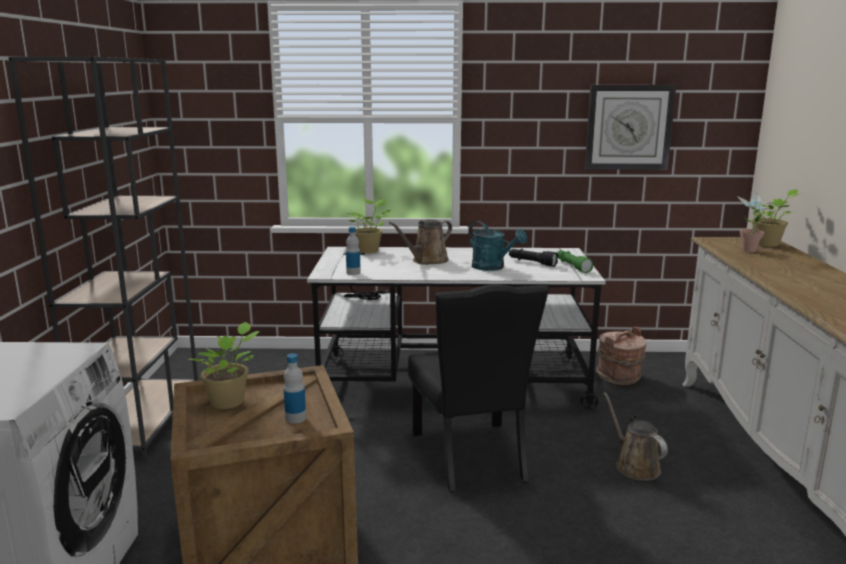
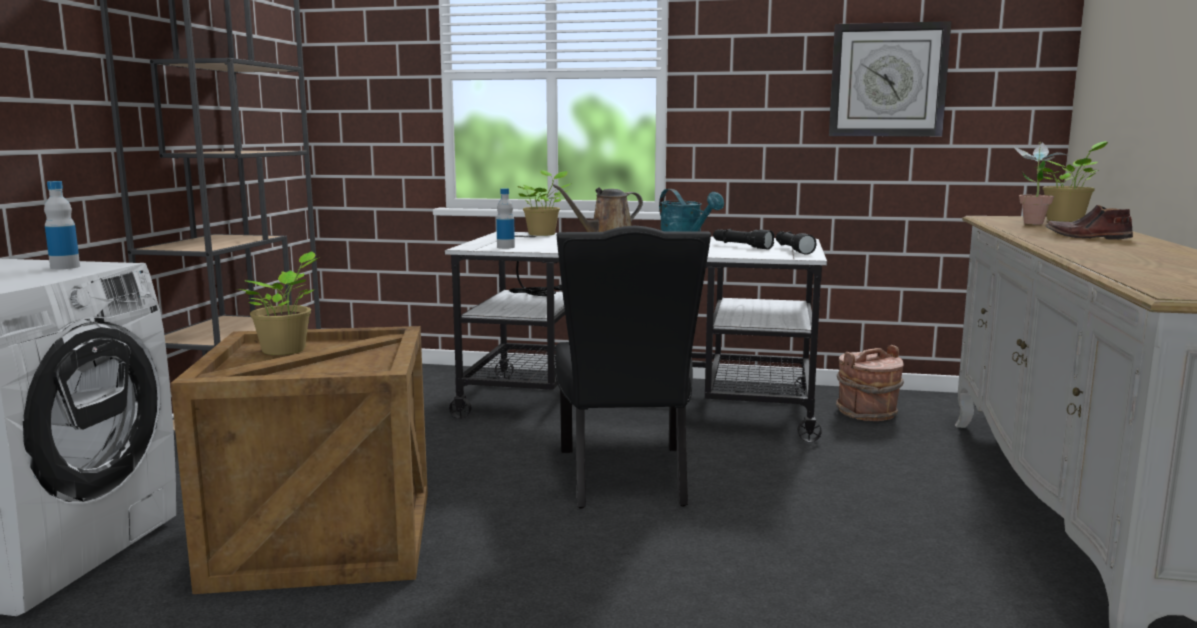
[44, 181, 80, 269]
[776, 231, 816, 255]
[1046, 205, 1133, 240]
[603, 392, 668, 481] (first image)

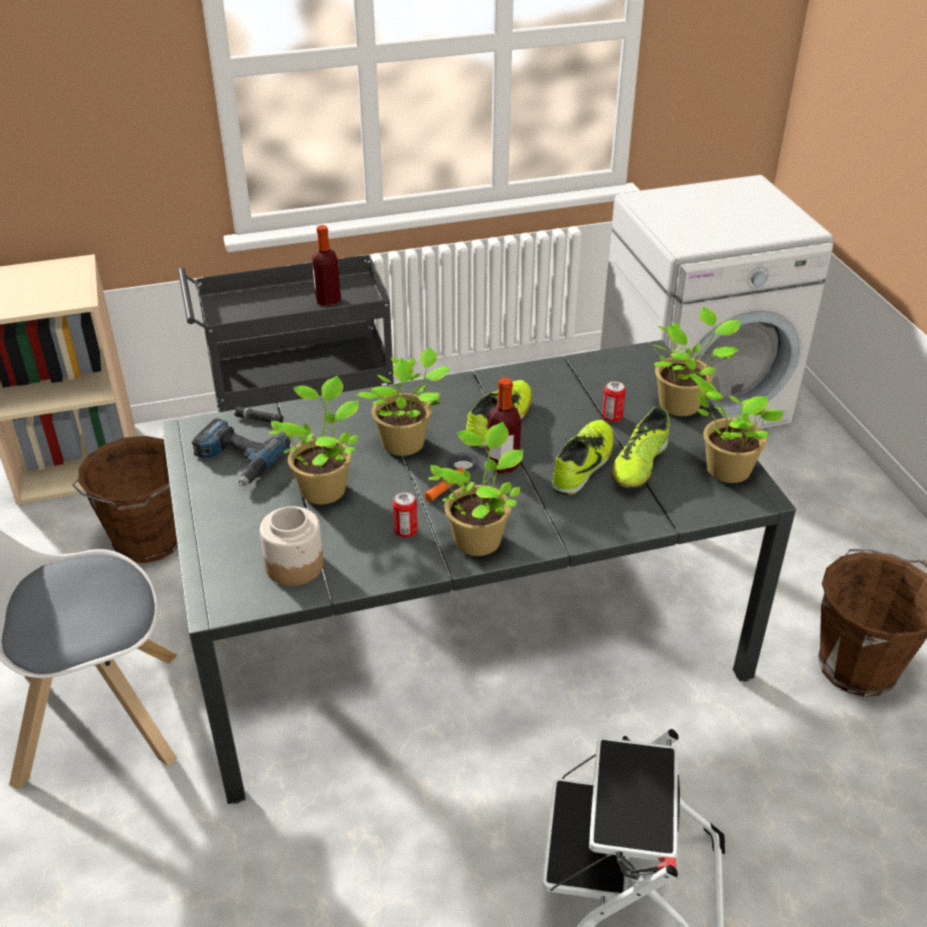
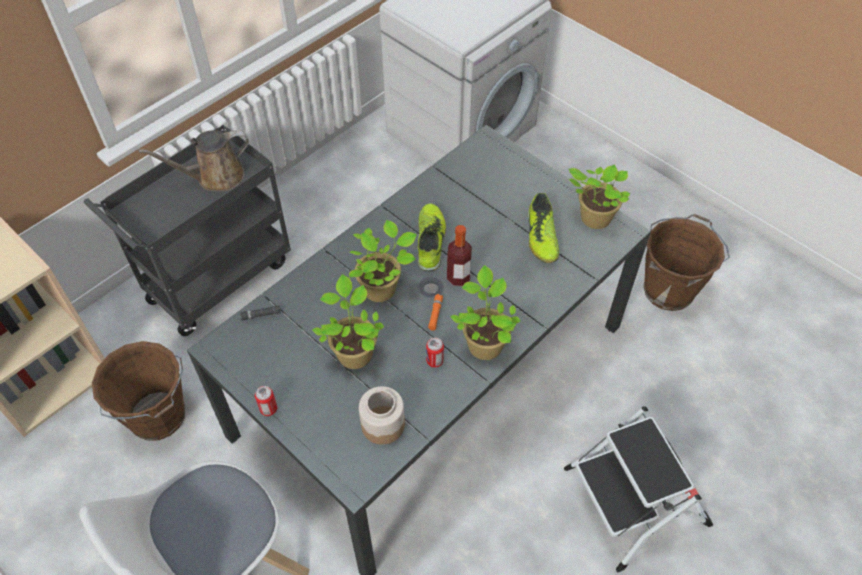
[139, 130, 249, 191]
[255, 386, 277, 416]
[191, 418, 290, 486] (first image)
[552, 420, 614, 495] (first image)
[653, 307, 742, 416] (first image)

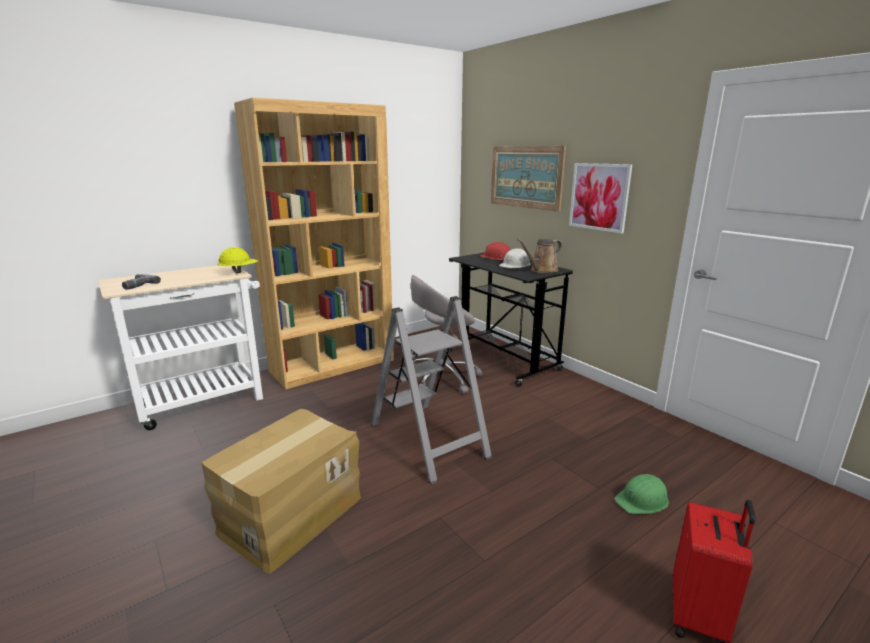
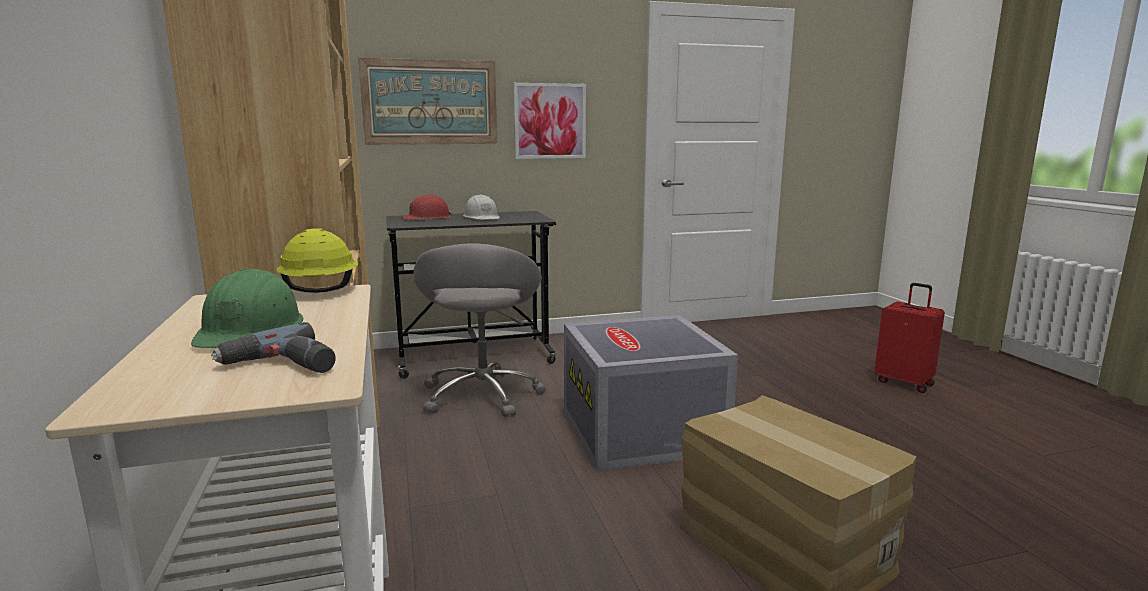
[191, 269, 304, 348]
[564, 315, 738, 471]
[517, 239, 562, 273] (first image)

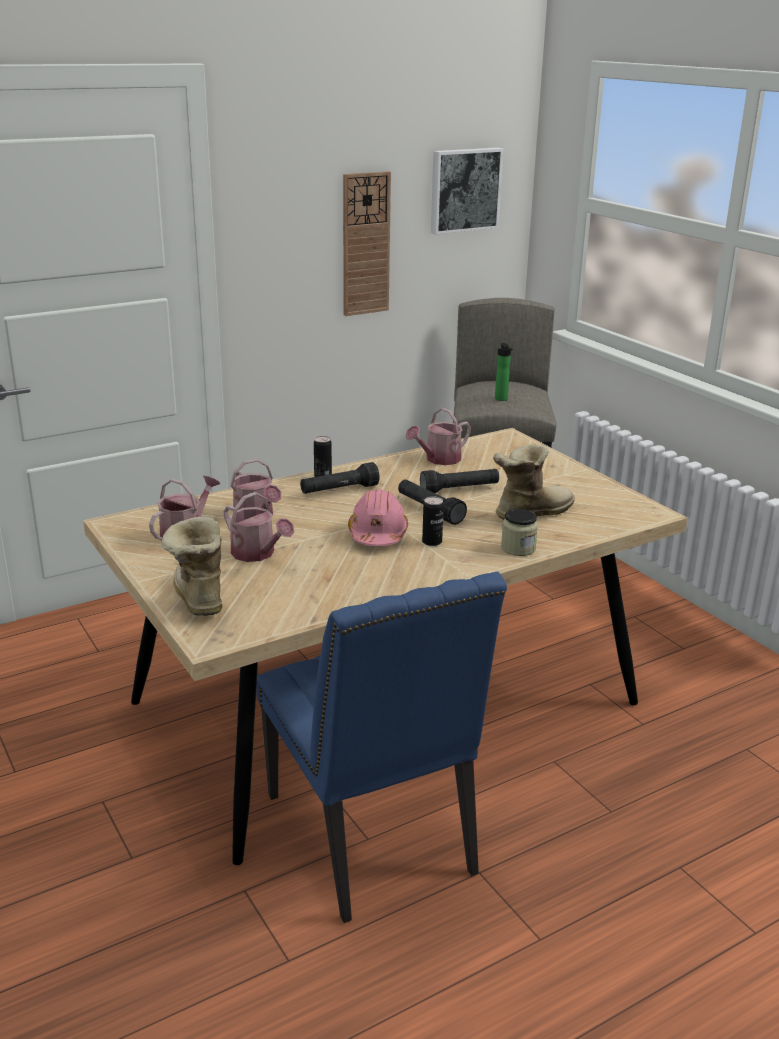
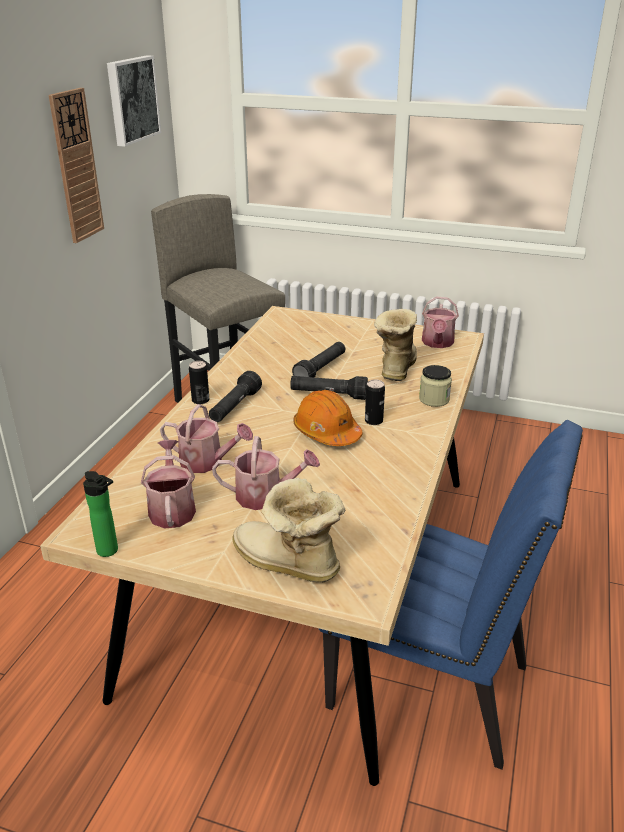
[83, 471, 118, 557]
[293, 390, 363, 446]
[422, 297, 459, 348]

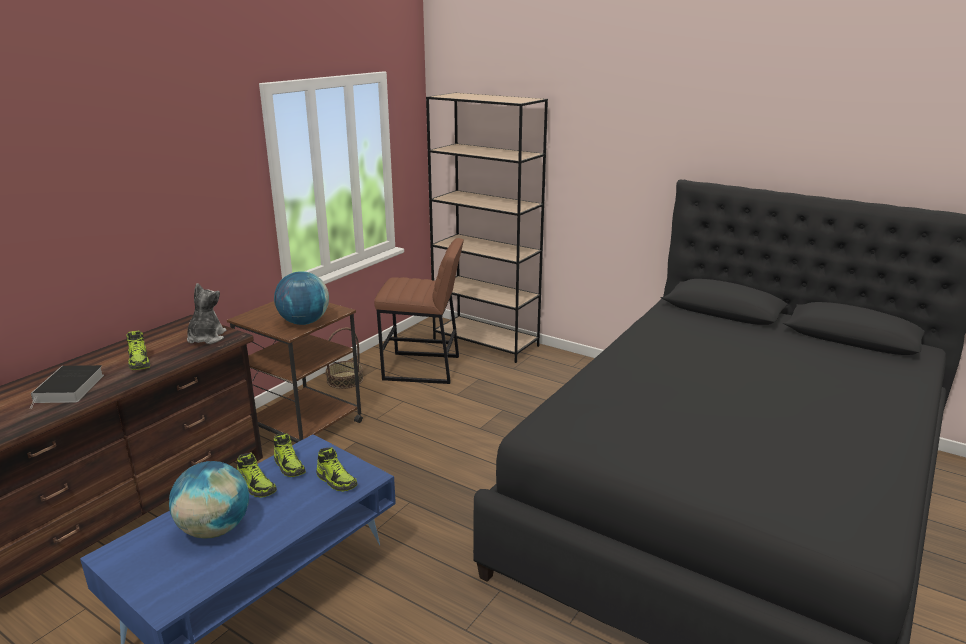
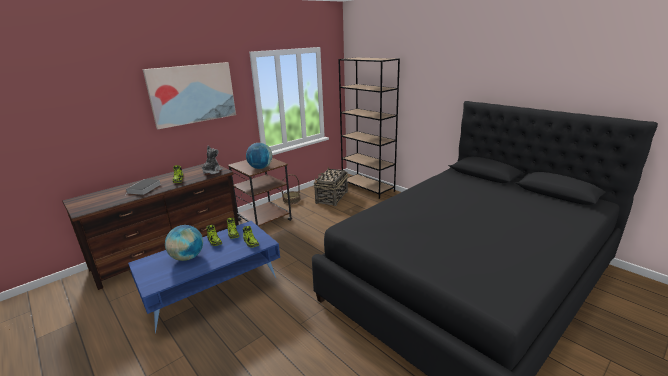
[143, 62, 236, 129]
[314, 167, 348, 206]

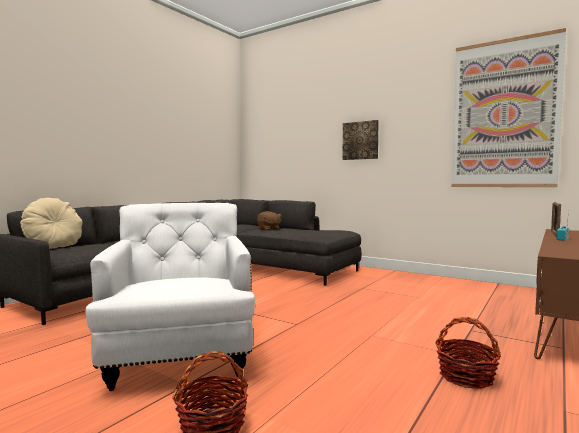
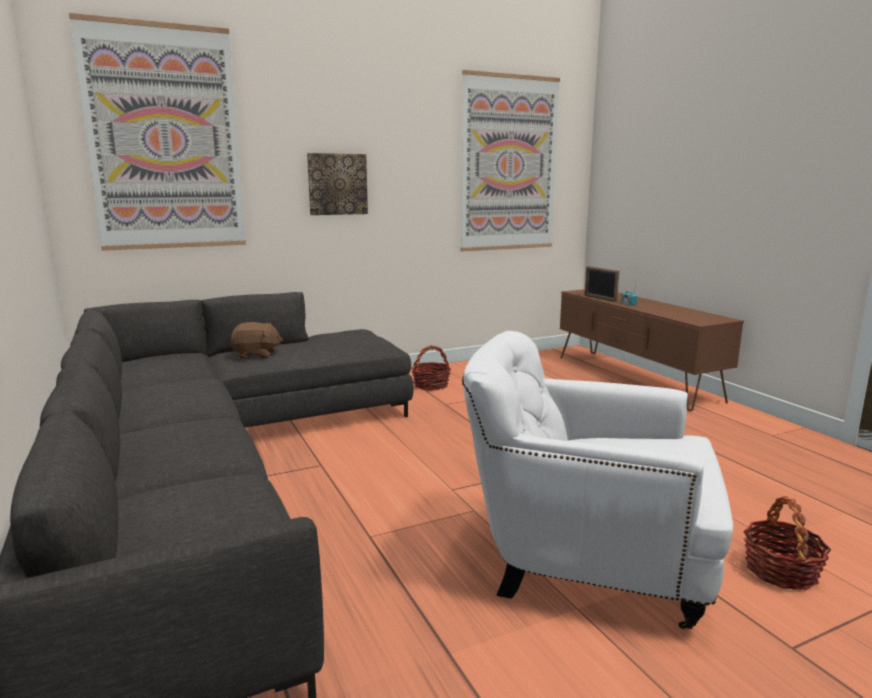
[69, 13, 246, 251]
[412, 345, 451, 391]
[20, 198, 83, 249] (first image)

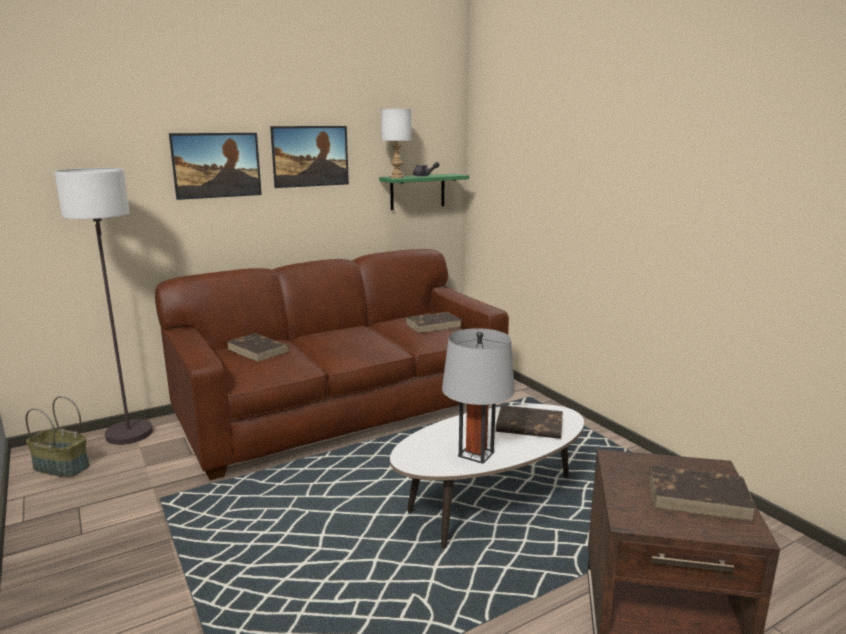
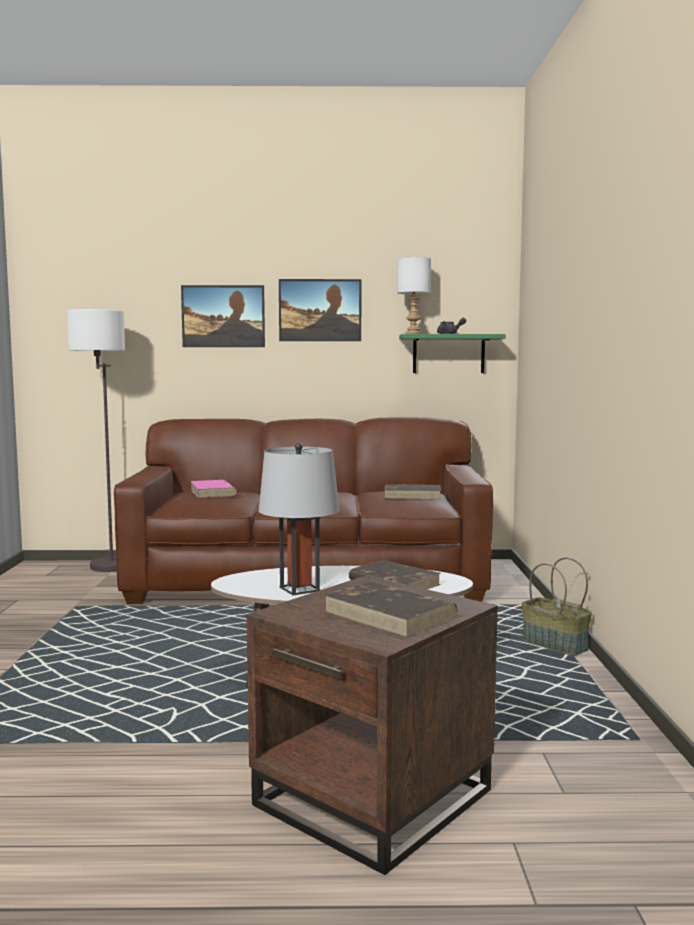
[190, 480, 237, 498]
[522, 557, 592, 656]

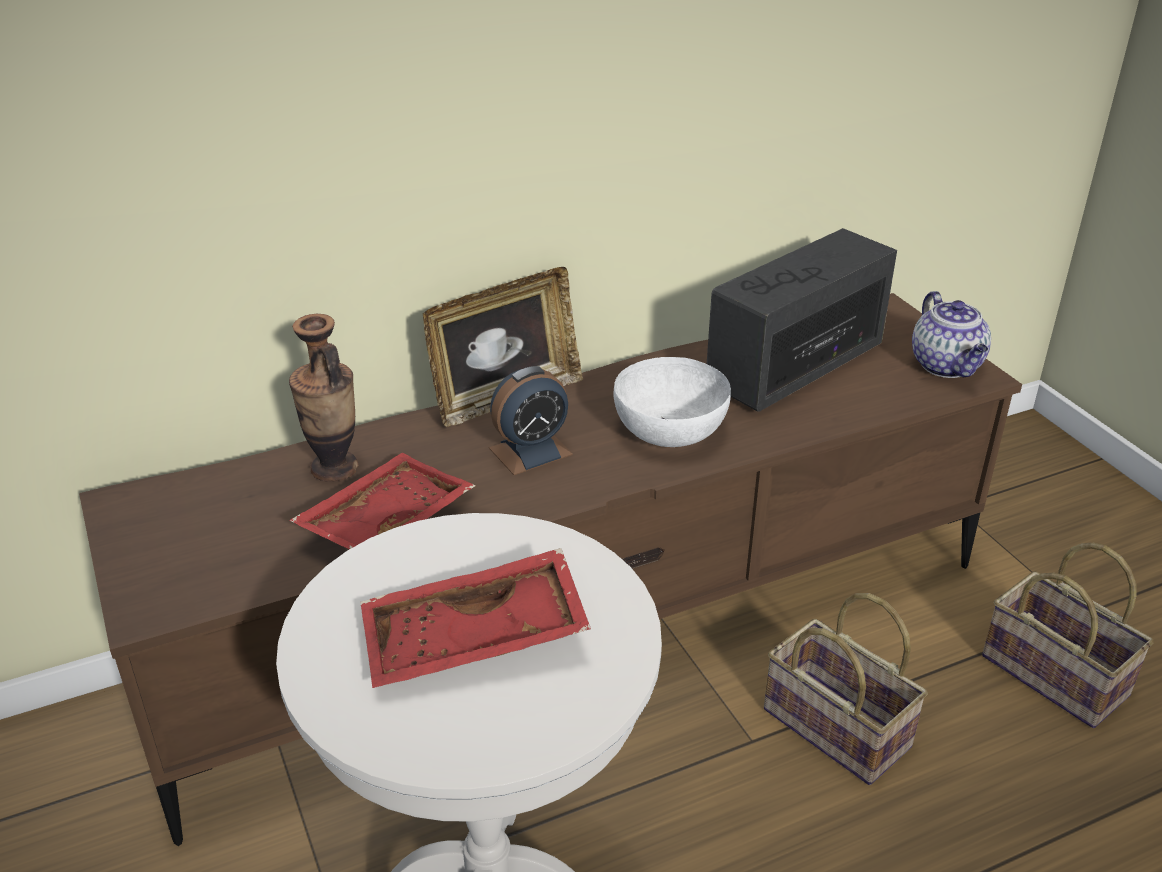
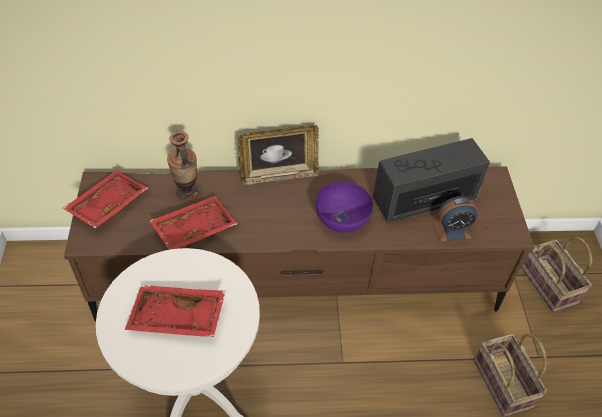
[63, 170, 148, 228]
[316, 182, 373, 233]
[434, 196, 478, 242]
[521, 237, 592, 312]
[912, 291, 991, 378] (first image)

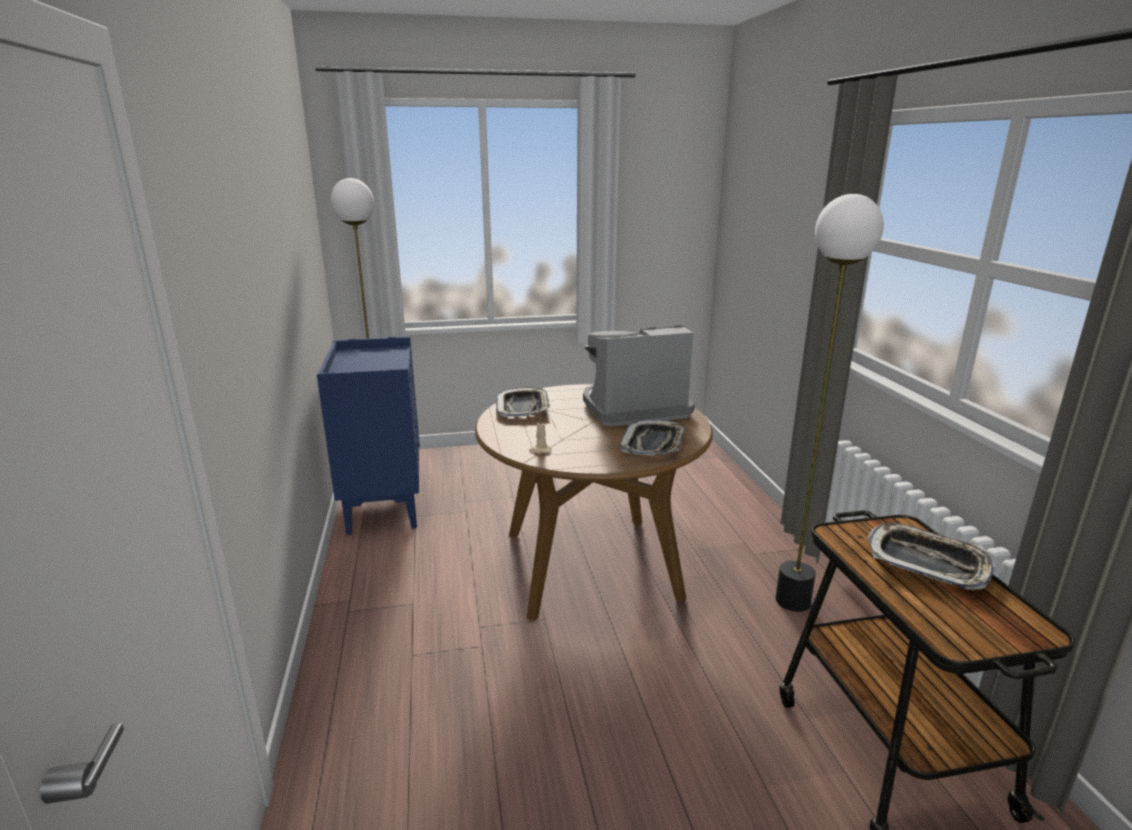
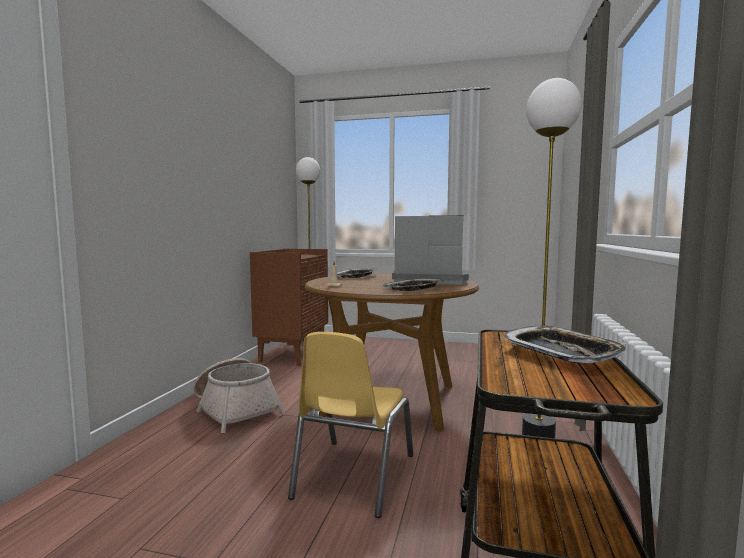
[194, 358, 285, 433]
[250, 249, 328, 366]
[288, 332, 413, 518]

